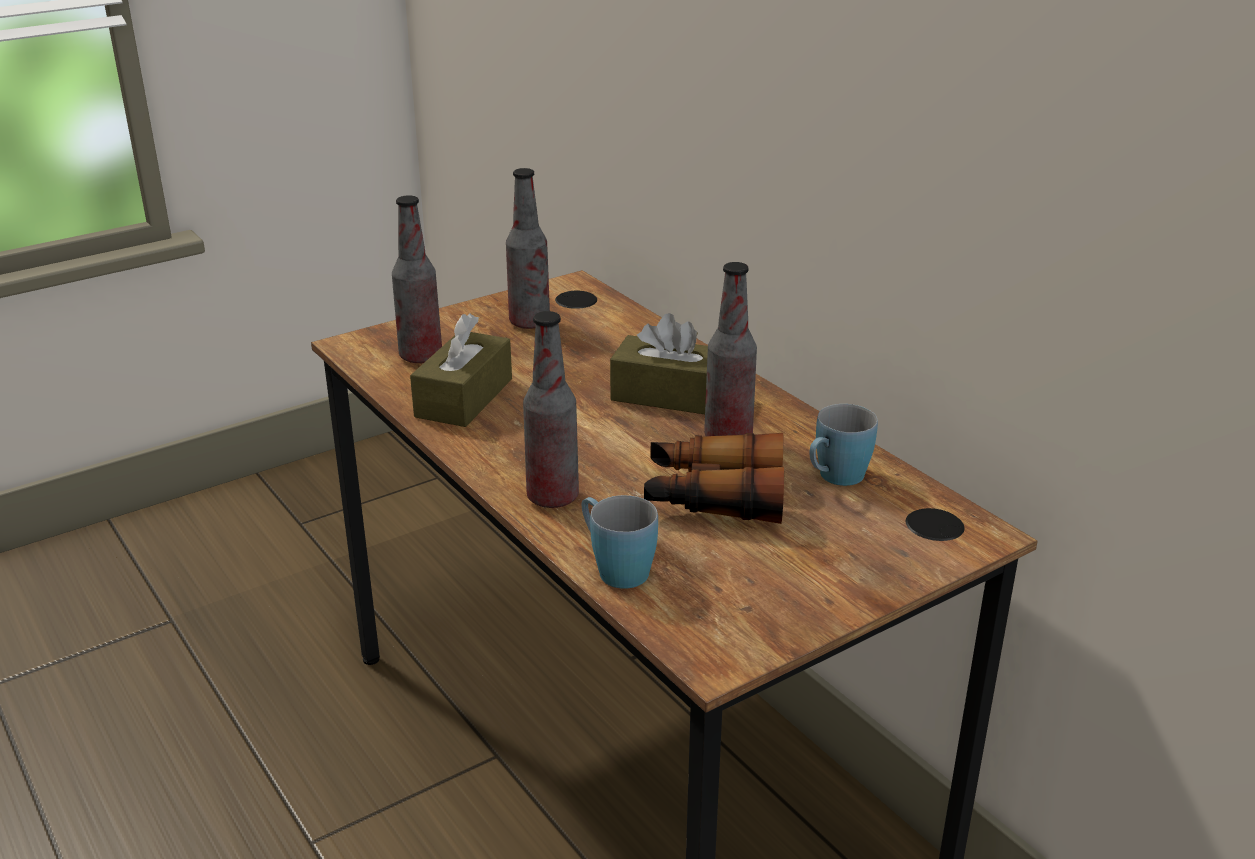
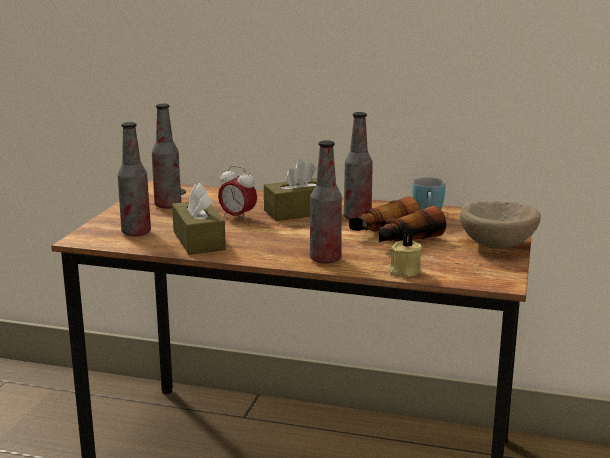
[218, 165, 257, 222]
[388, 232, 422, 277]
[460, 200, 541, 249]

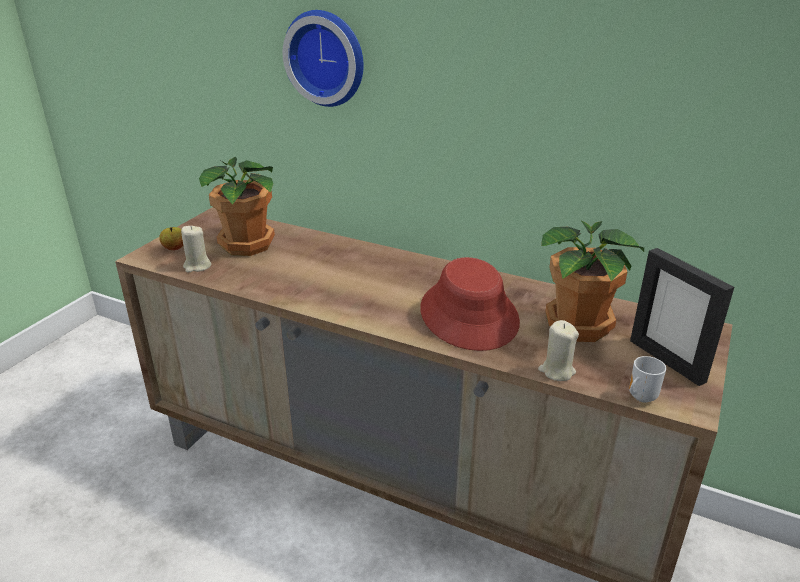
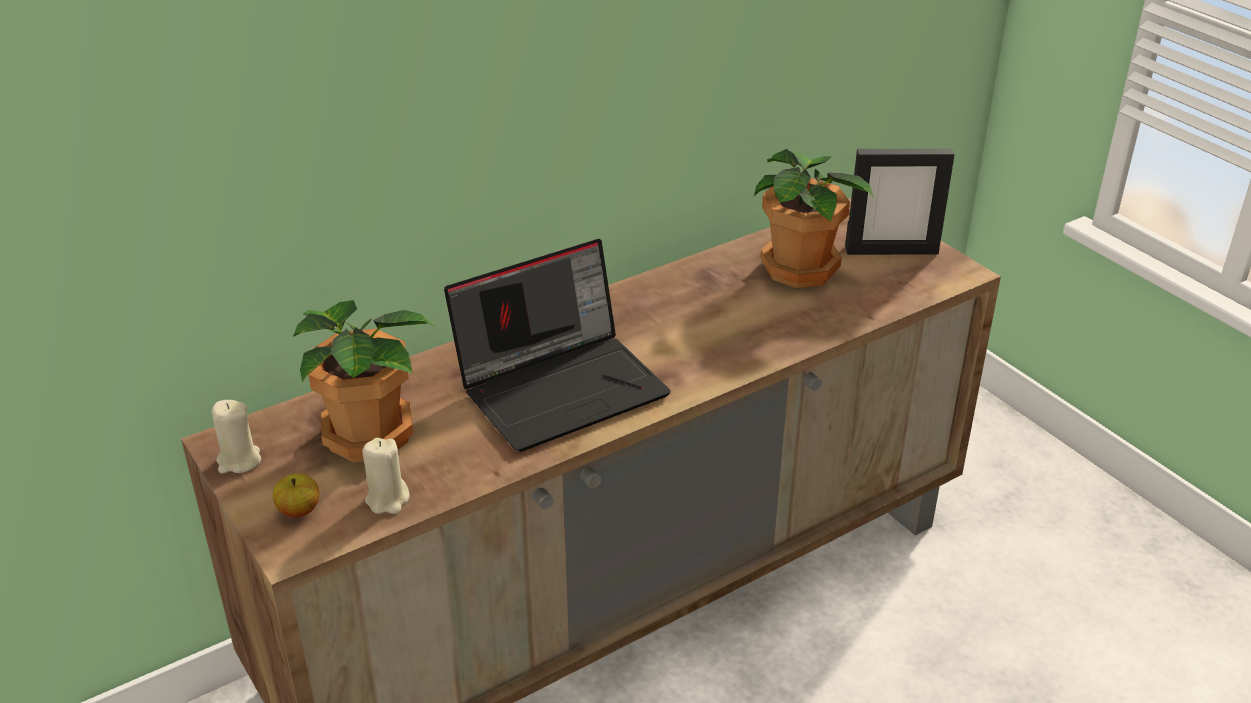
[212, 400, 261, 473]
[444, 239, 671, 452]
[283, 10, 364, 107] (first image)
[420, 257, 520, 351] (first image)
[629, 356, 666, 402] (first image)

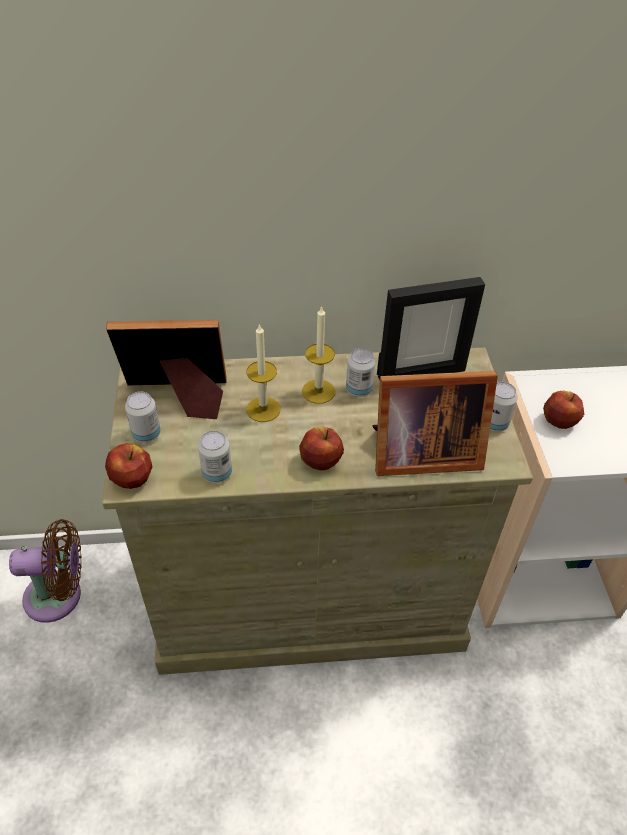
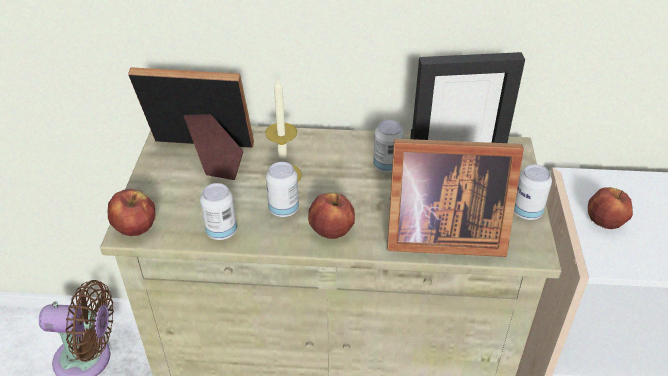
[266, 162, 299, 217]
[302, 305, 335, 404] (first image)

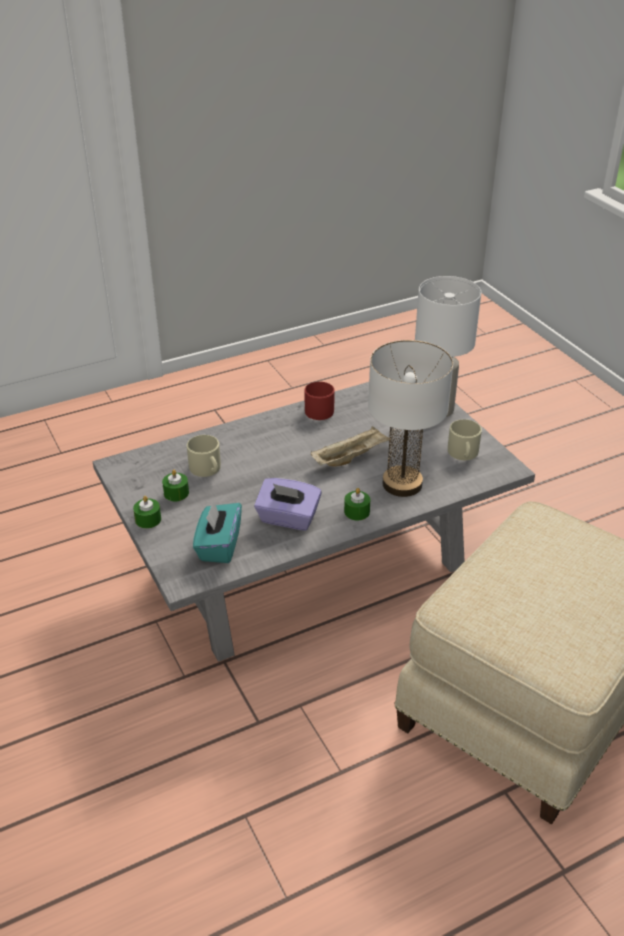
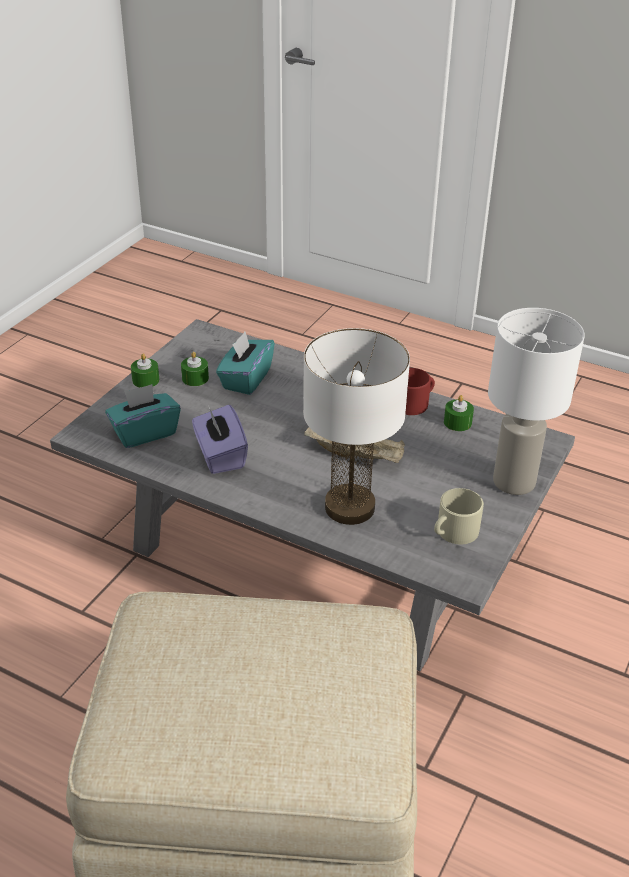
[216, 332, 275, 395]
[444, 395, 474, 431]

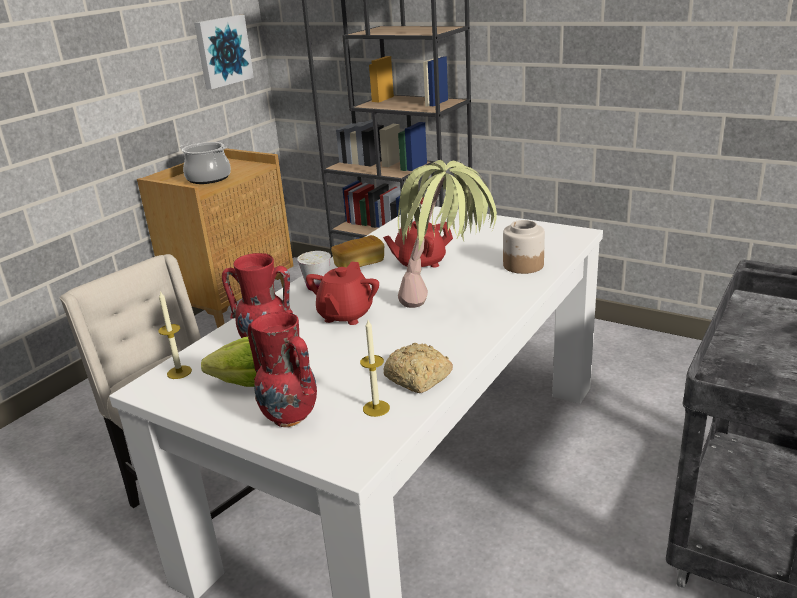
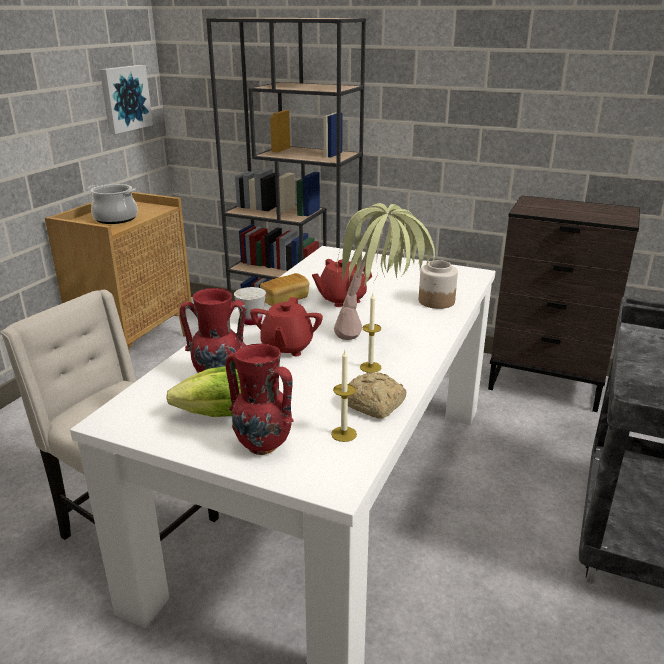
[360, 294, 381, 373]
[488, 195, 640, 412]

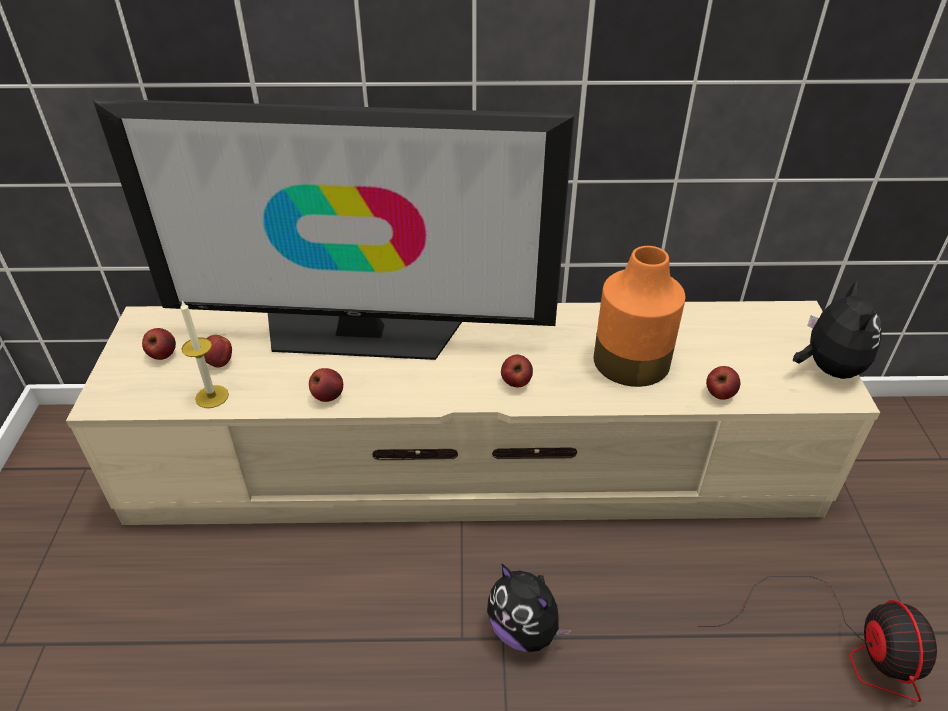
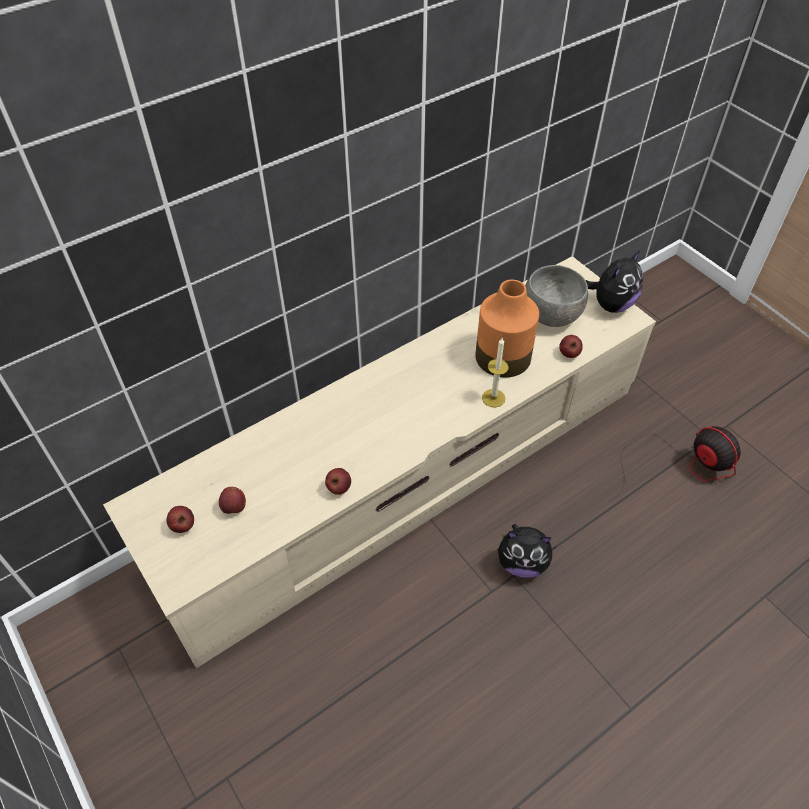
[482, 338, 509, 408]
[525, 265, 588, 327]
[586, 251, 643, 313]
[93, 99, 574, 360] (first image)
[501, 355, 533, 388] (first image)

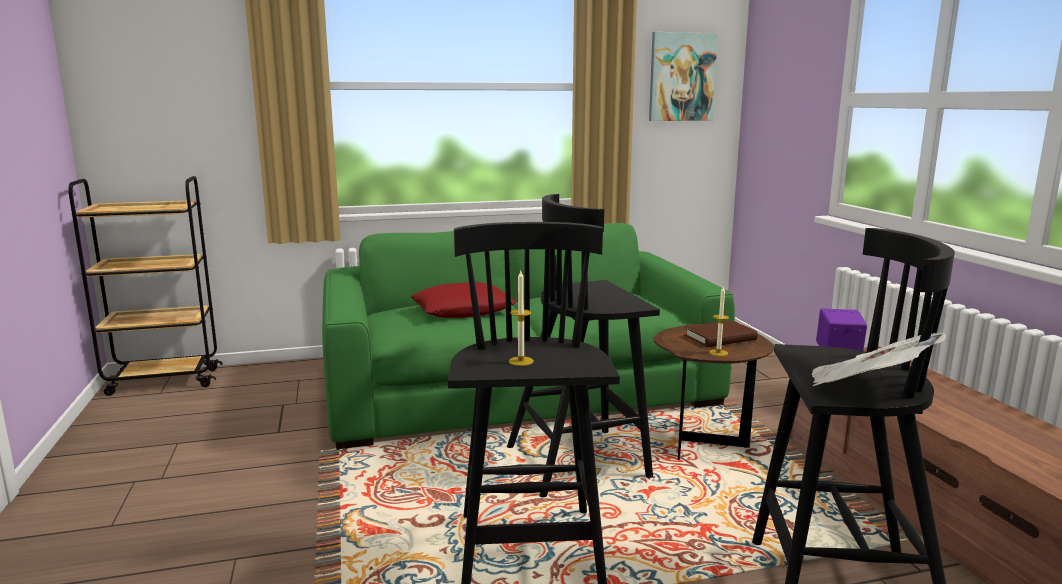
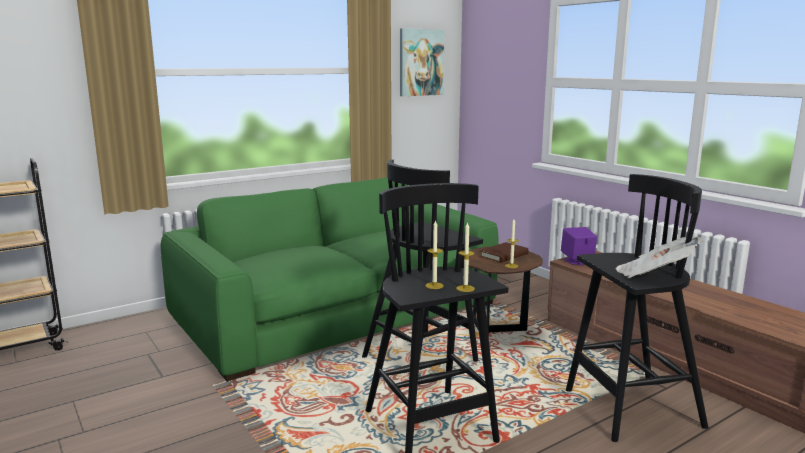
[456, 222, 475, 292]
[410, 282, 517, 318] (first image)

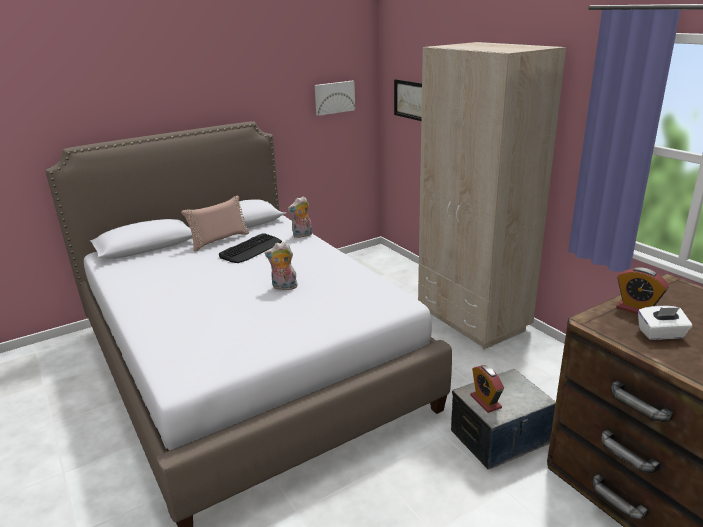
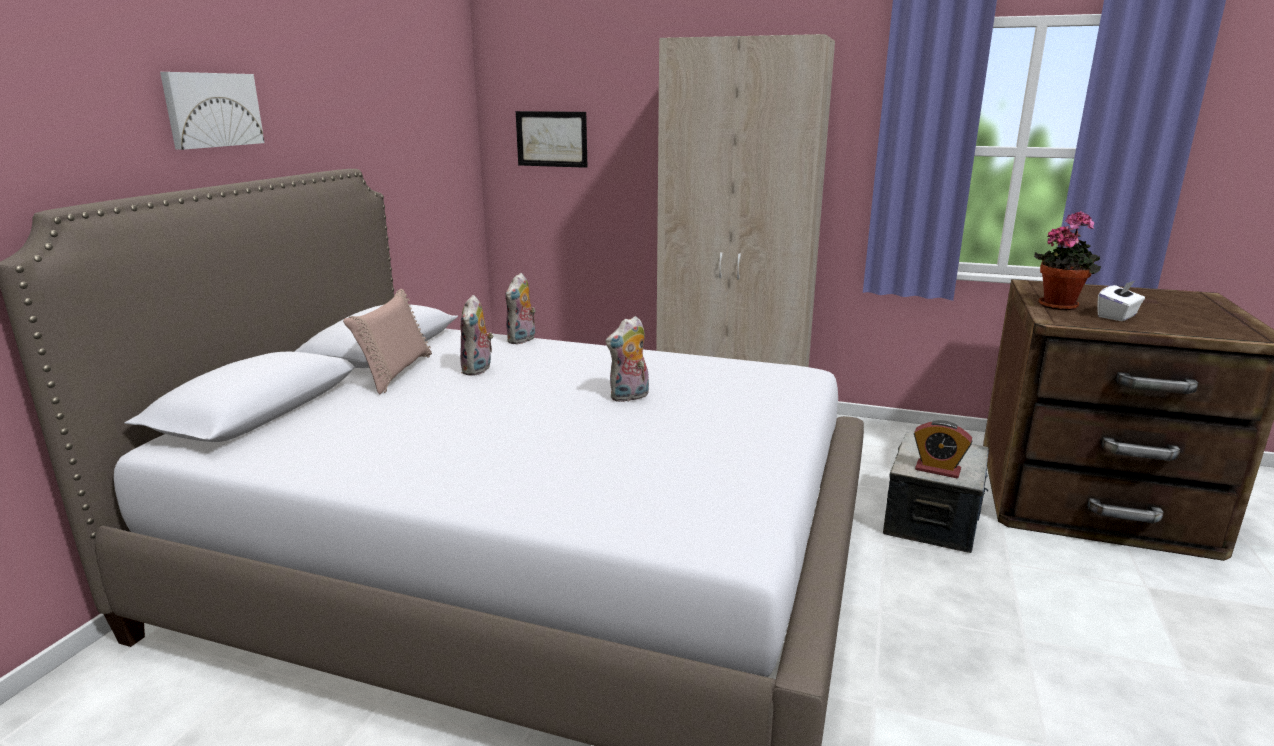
[160, 72, 265, 150]
[460, 295, 493, 376]
[1034, 211, 1101, 310]

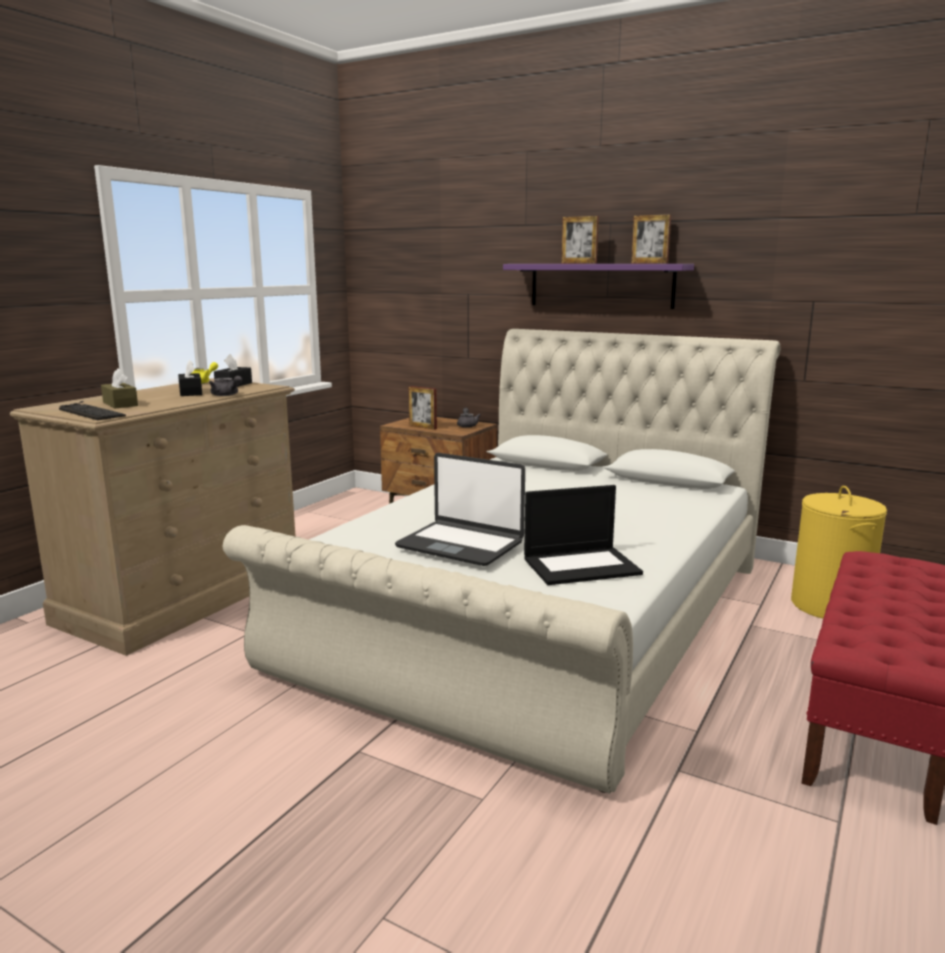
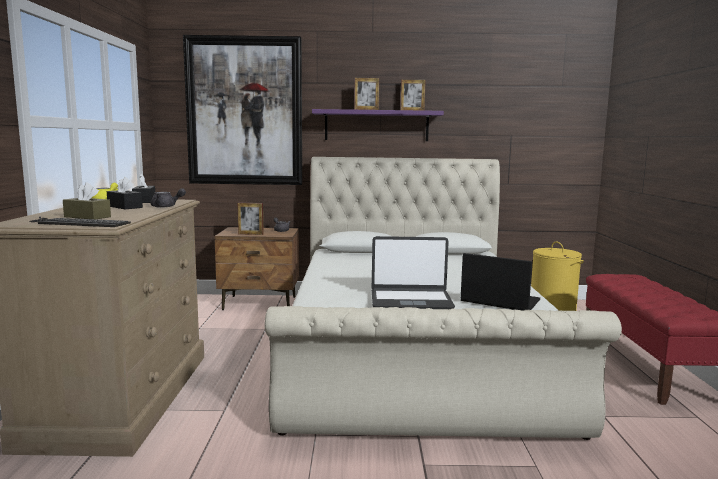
[183, 35, 302, 185]
[461, 253, 540, 311]

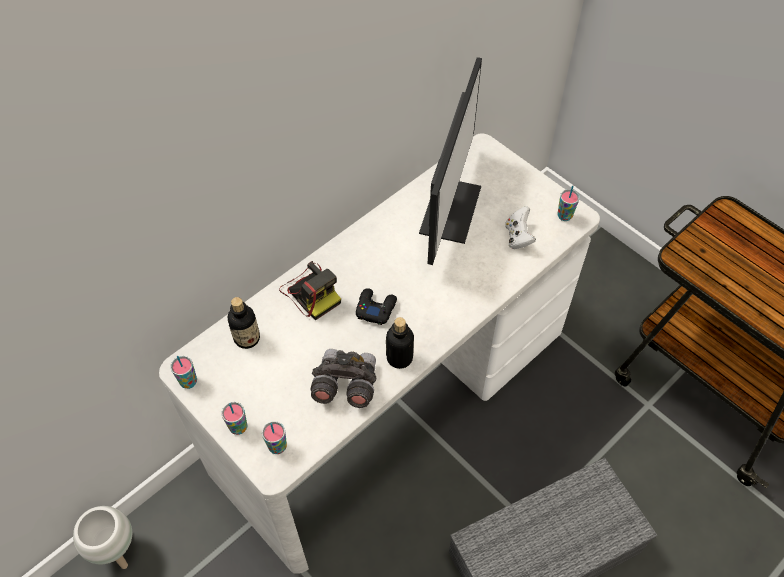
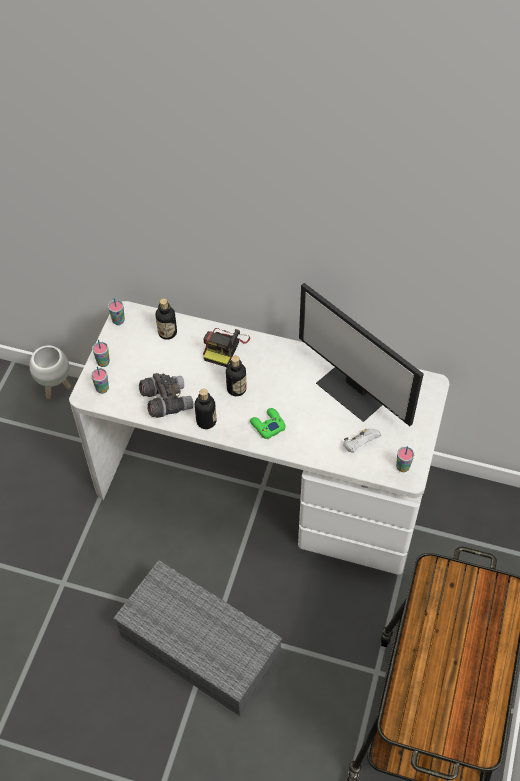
[226, 356, 247, 396]
[250, 408, 286, 439]
[299, 283, 424, 426]

